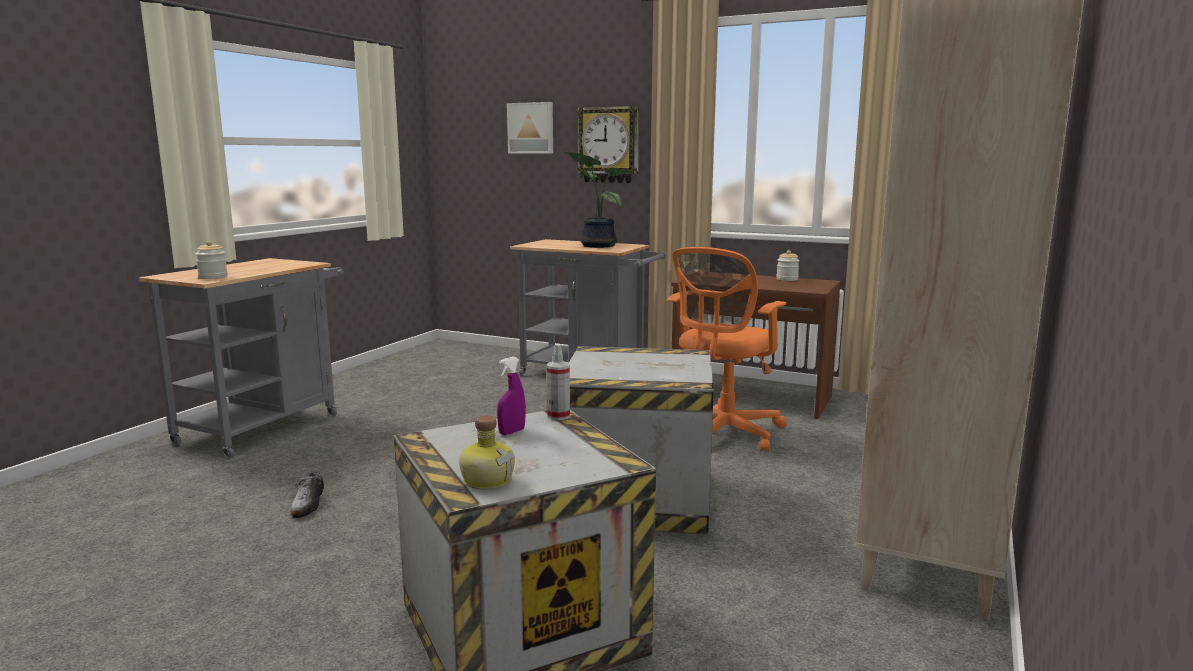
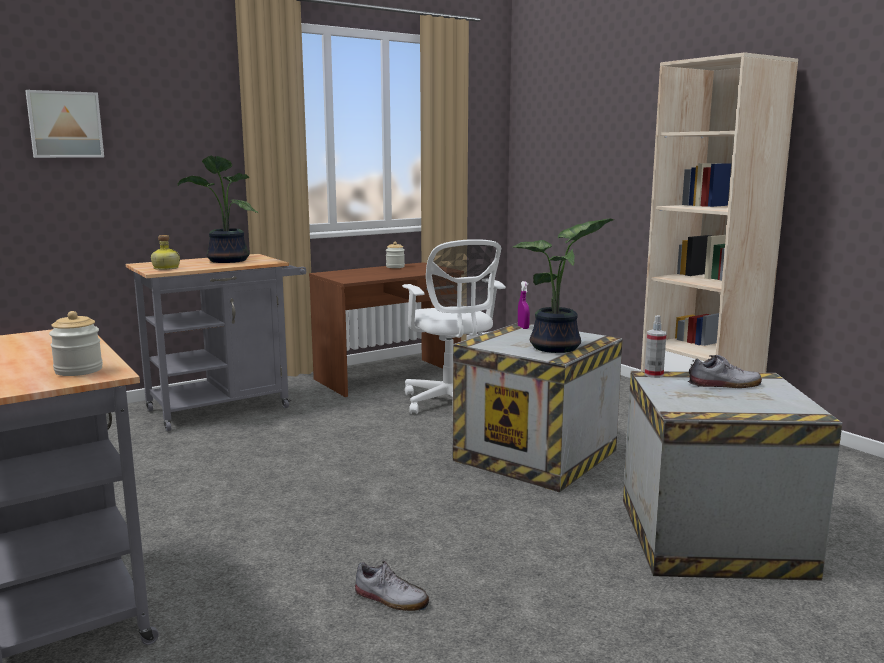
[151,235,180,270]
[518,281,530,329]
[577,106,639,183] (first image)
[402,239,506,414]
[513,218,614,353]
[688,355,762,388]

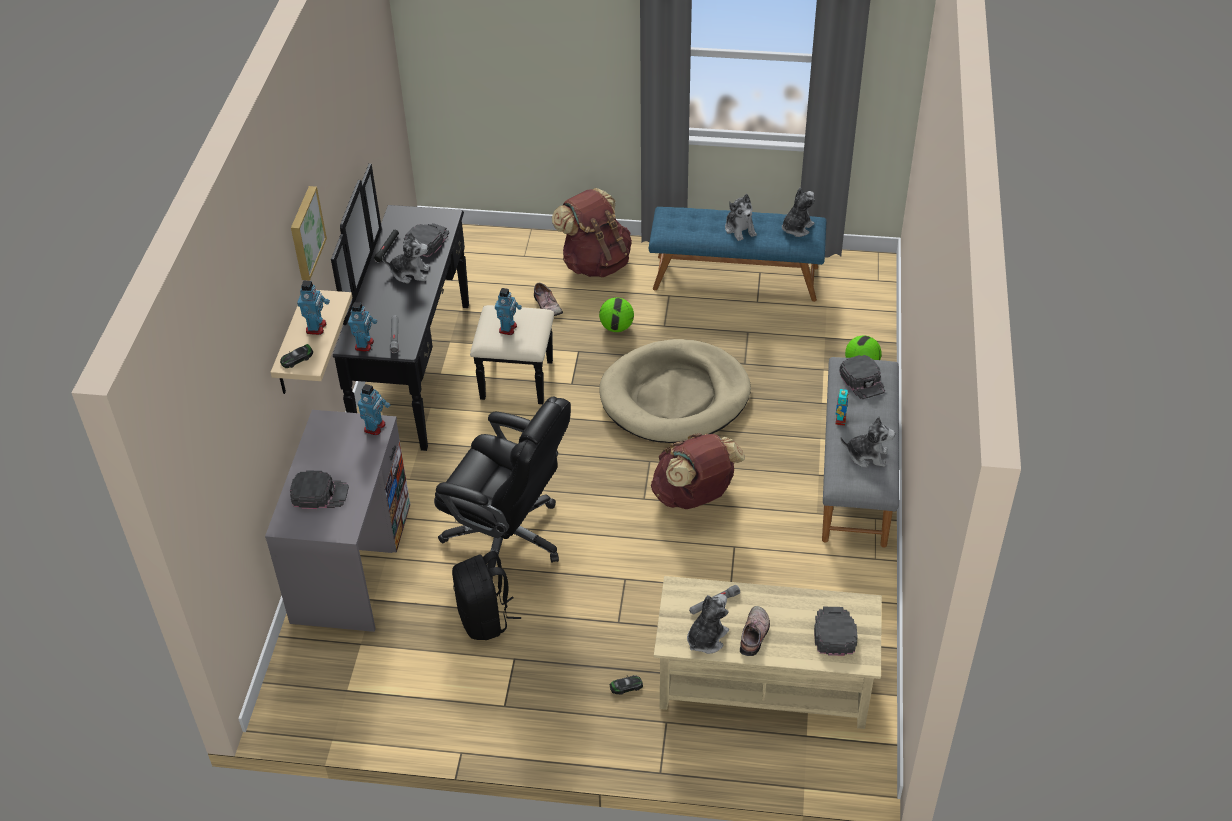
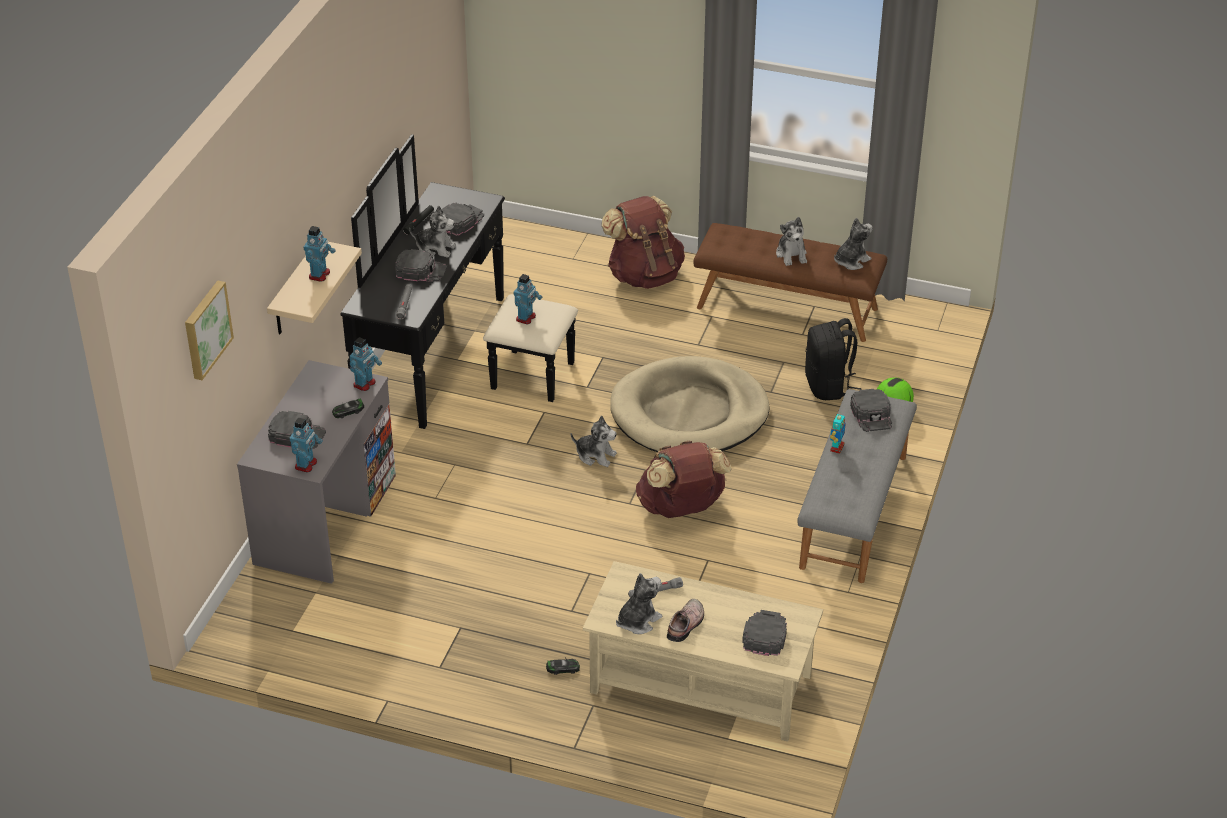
[332,399,364,418]
[185,281,234,380]
[290,418,323,472]
[434,397,571,579] (first image)
[805,318,861,400]
[534,283,563,316] (first image)
[599,297,634,332] (first image)
[693,223,887,342]
[571,415,617,467]
[395,249,447,282]

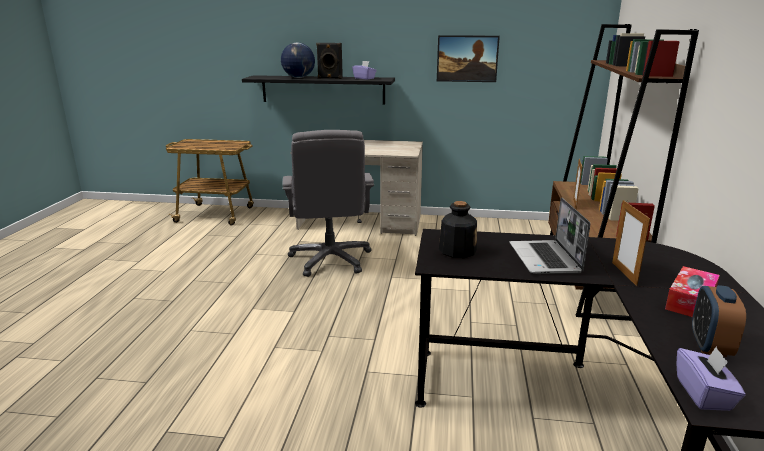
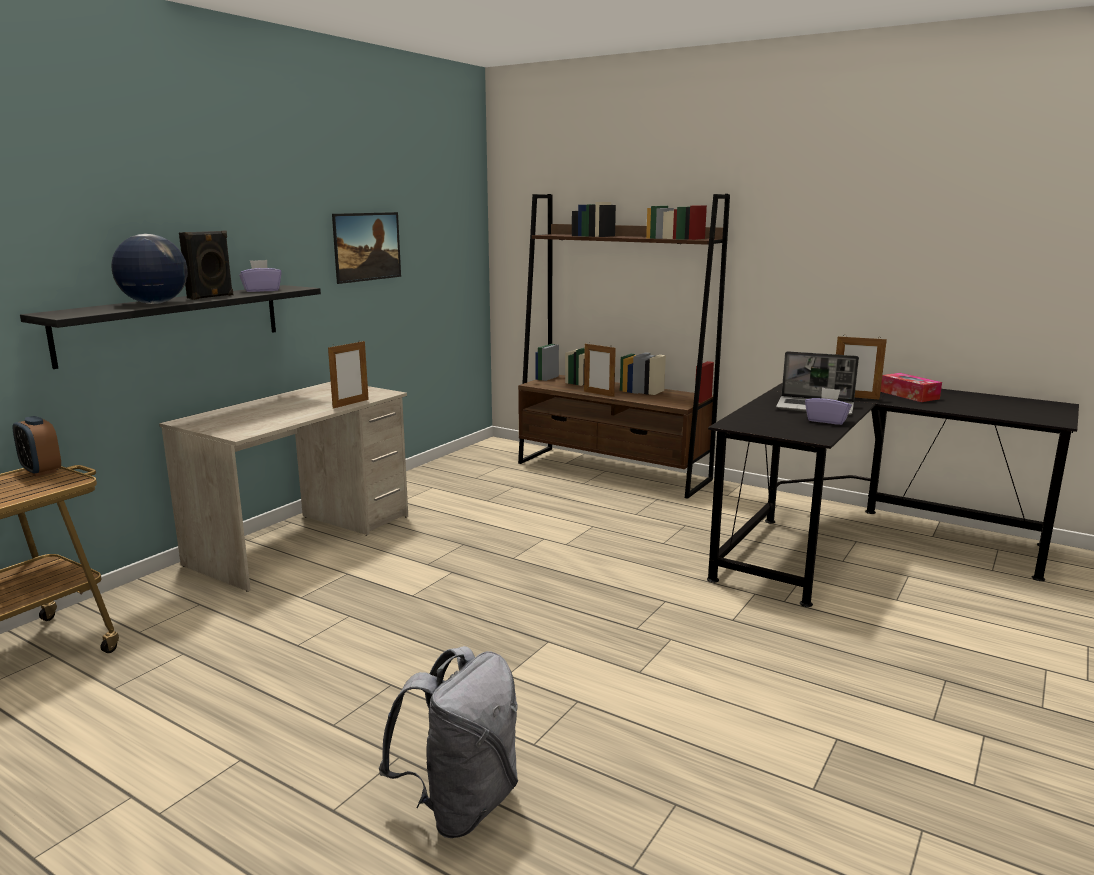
[282,130,374,277] (first image)
[439,201,477,258] (first image)
[805,388,852,425]
[12,416,61,476]
[328,341,369,409]
[379,646,518,838]

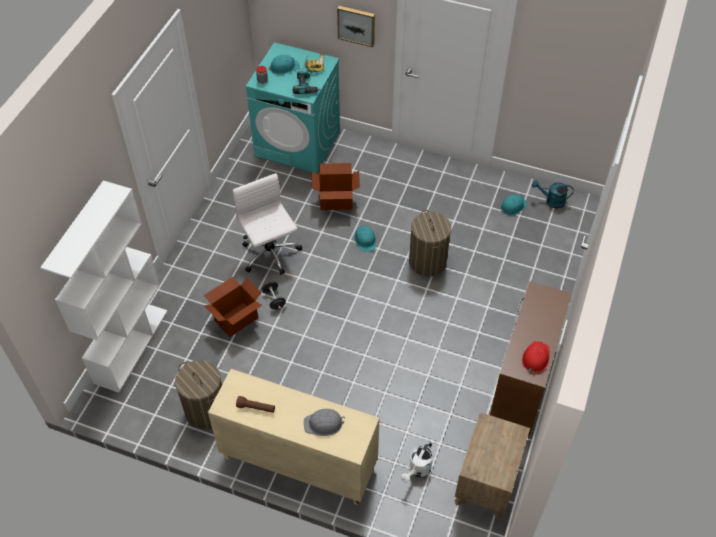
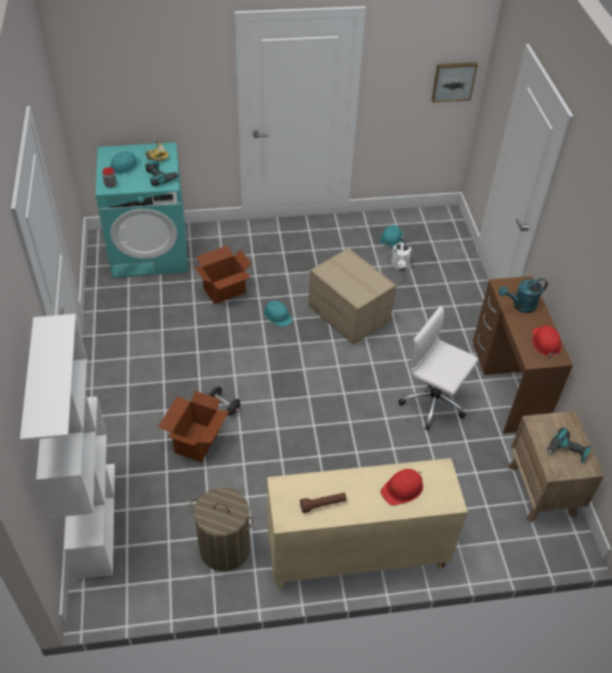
[399,306,478,430]
[380,469,423,505]
[432,62,478,102]
[391,237,411,271]
[308,248,396,345]
[499,278,548,313]
[547,427,591,463]

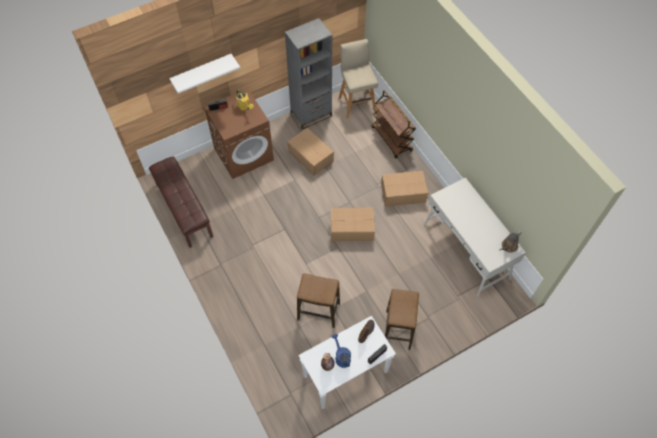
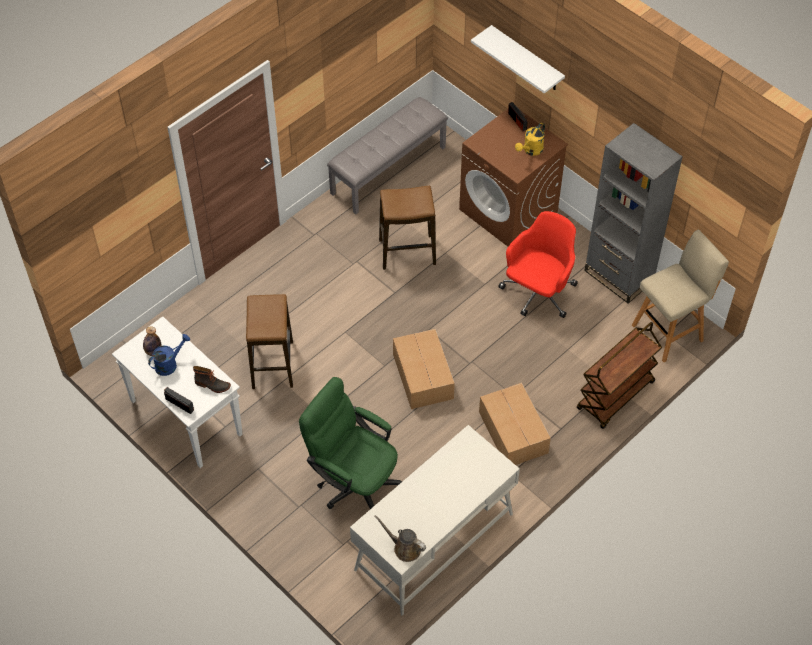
[327,97,448,214]
[498,211,578,318]
[379,186,436,270]
[299,377,403,509]

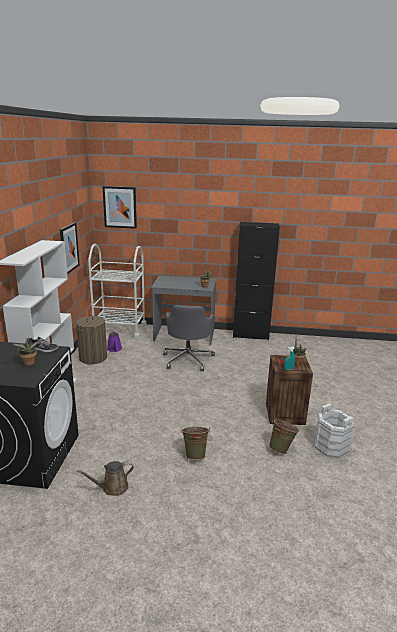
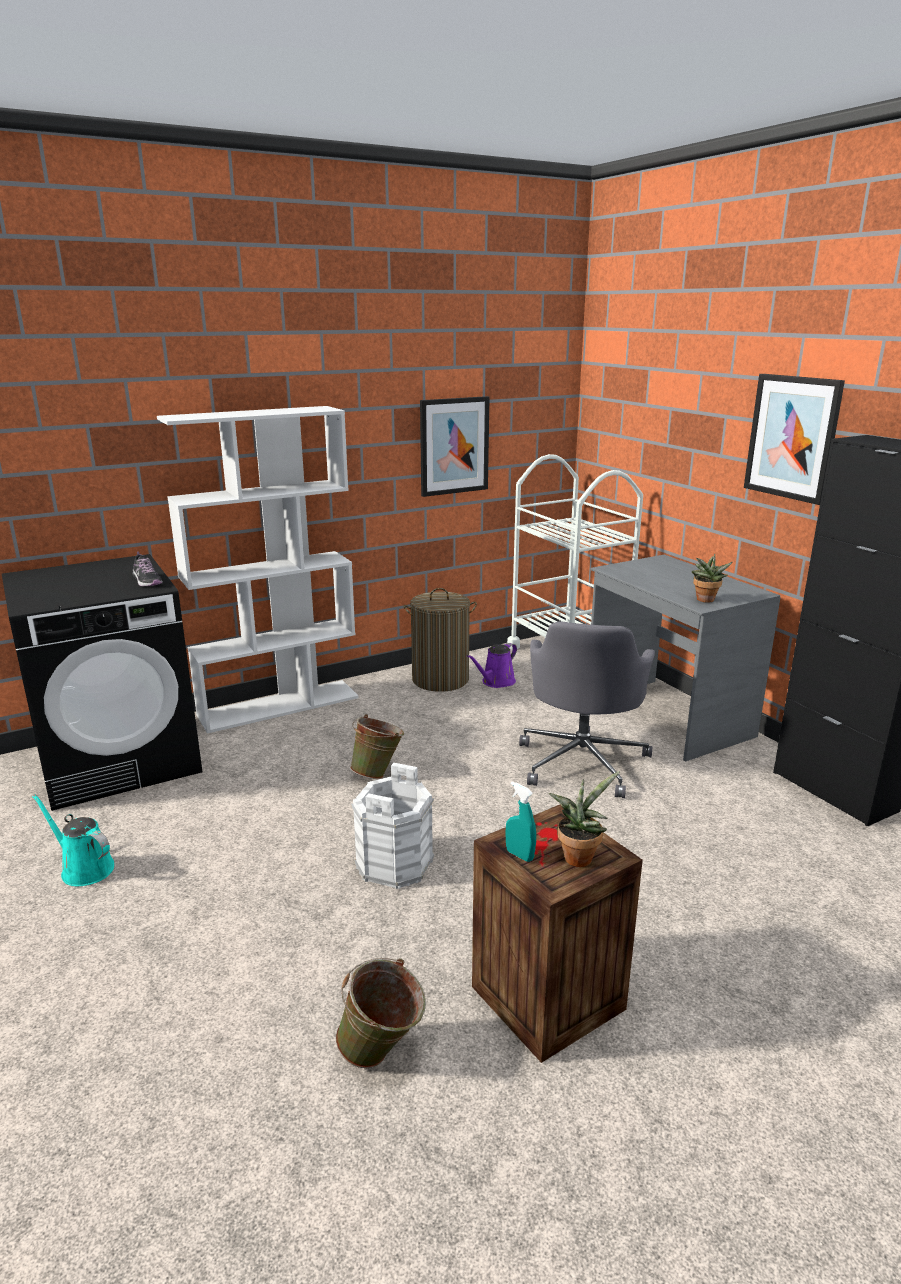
[12,338,40,366] (first image)
[32,794,114,886]
[744,374,845,505]
[519,621,655,798]
[350,714,404,779]
[351,763,434,889]

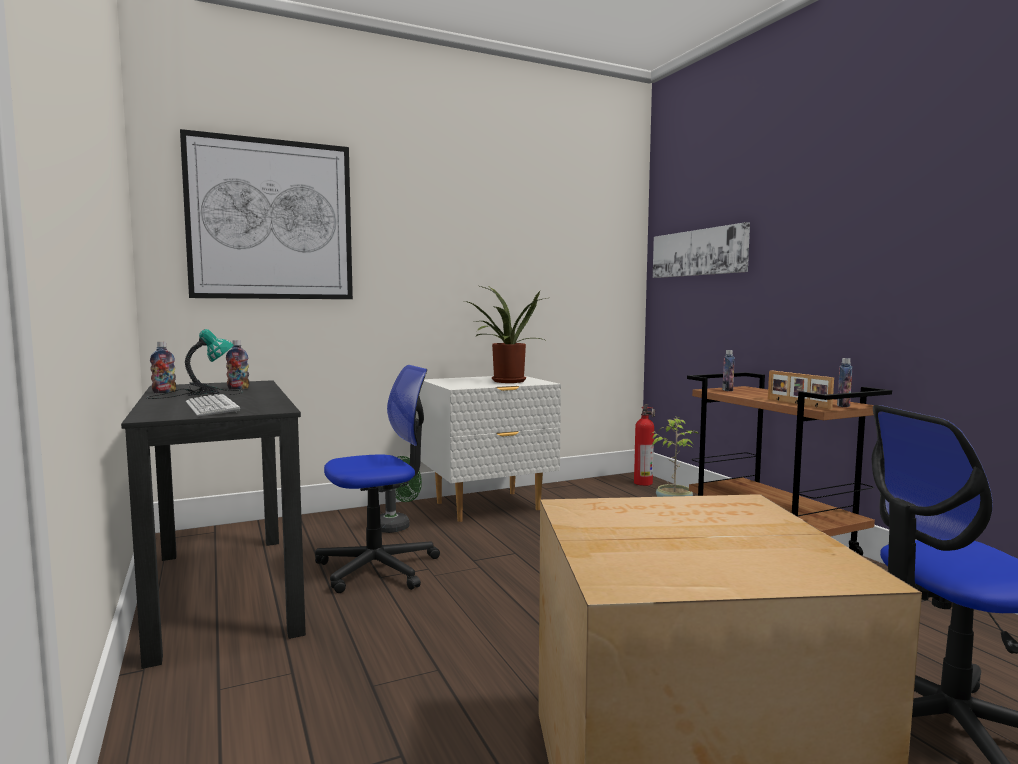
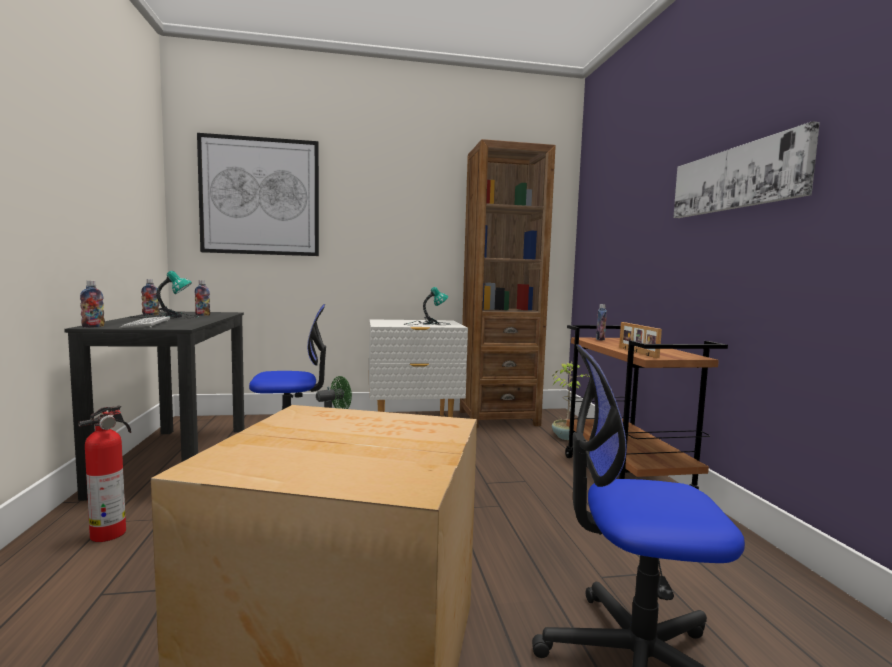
[404,287,450,325]
[78,405,131,542]
[673,121,820,218]
[80,281,105,328]
[460,139,556,428]

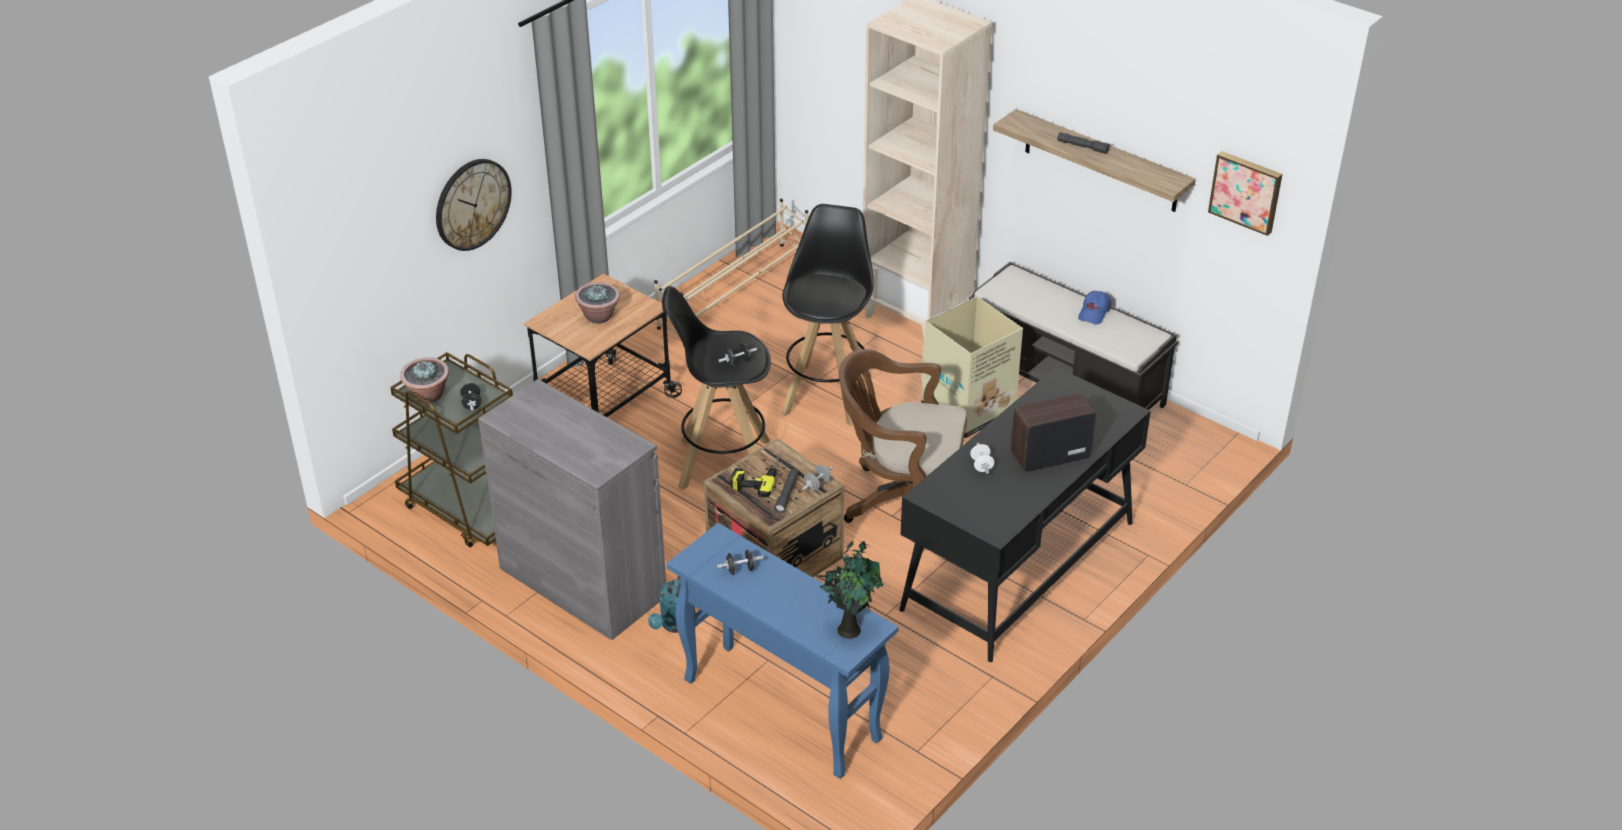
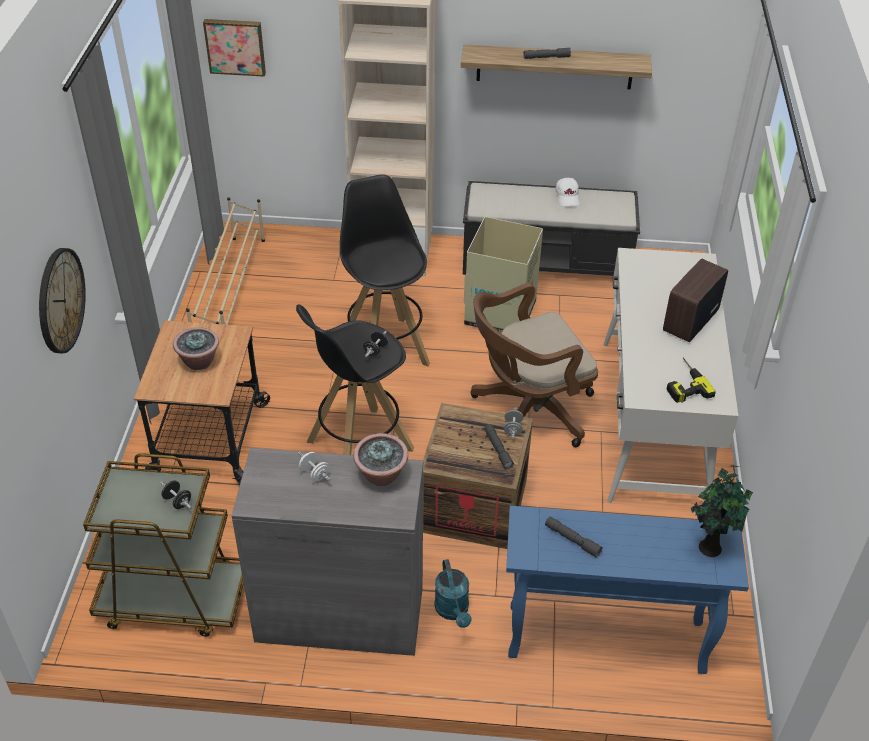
[354,433,408,486]
[545,516,603,558]
[666,357,716,403]
[603,248,738,503]
[298,452,331,482]
[555,177,580,206]
[203,19,266,77]

